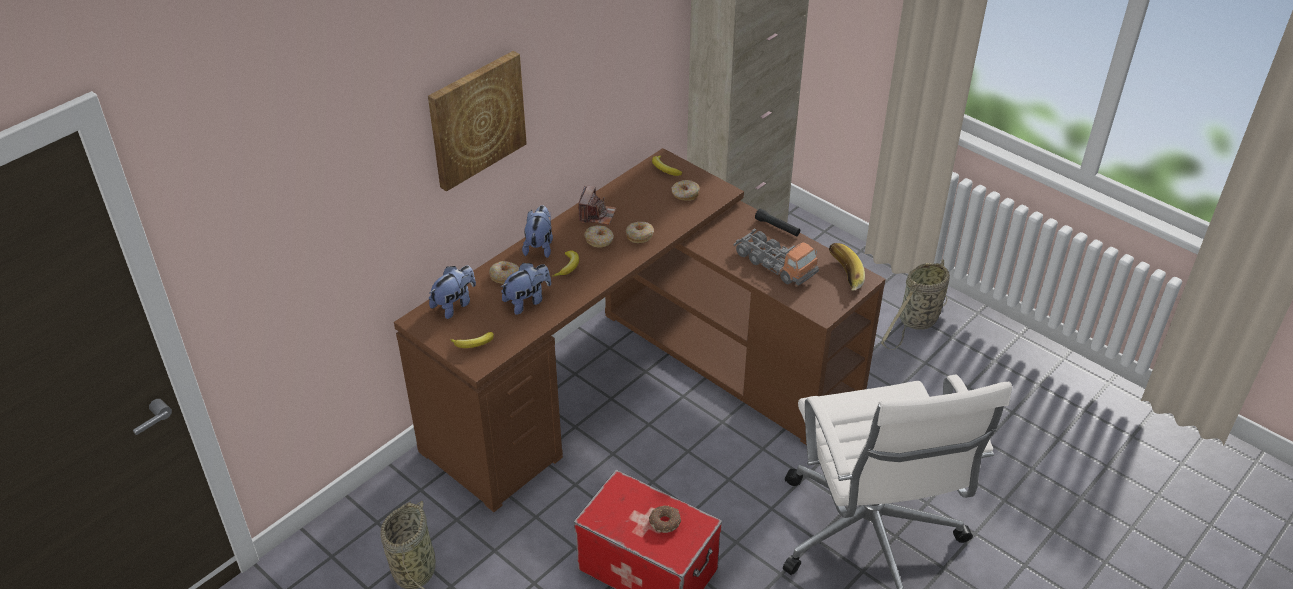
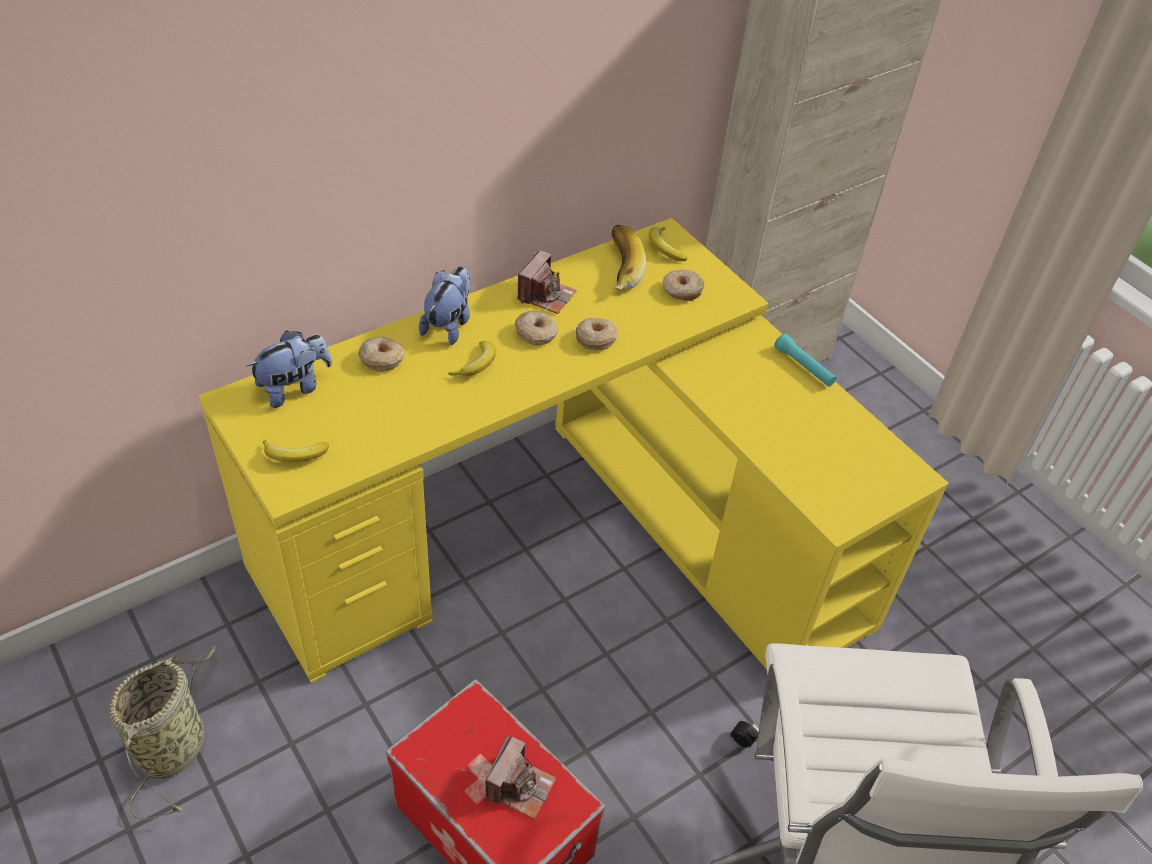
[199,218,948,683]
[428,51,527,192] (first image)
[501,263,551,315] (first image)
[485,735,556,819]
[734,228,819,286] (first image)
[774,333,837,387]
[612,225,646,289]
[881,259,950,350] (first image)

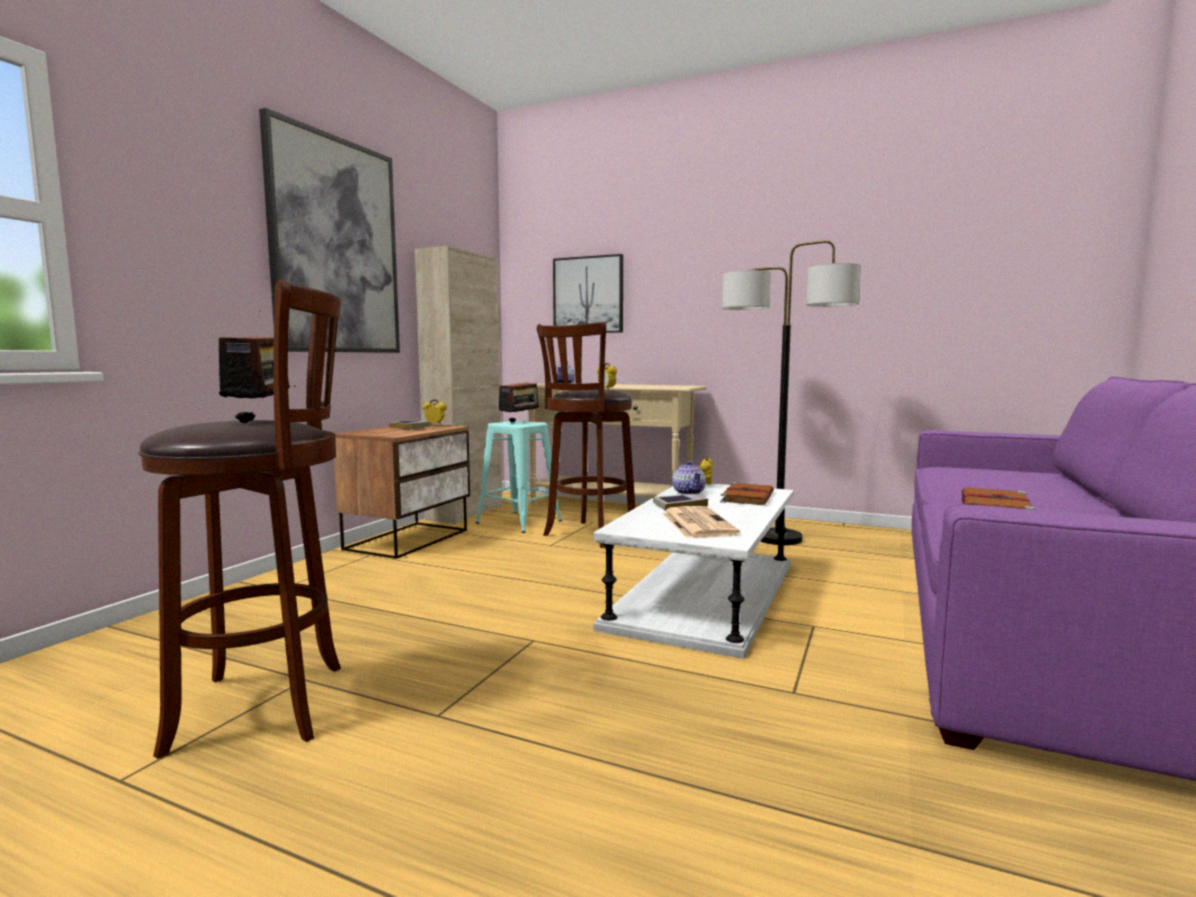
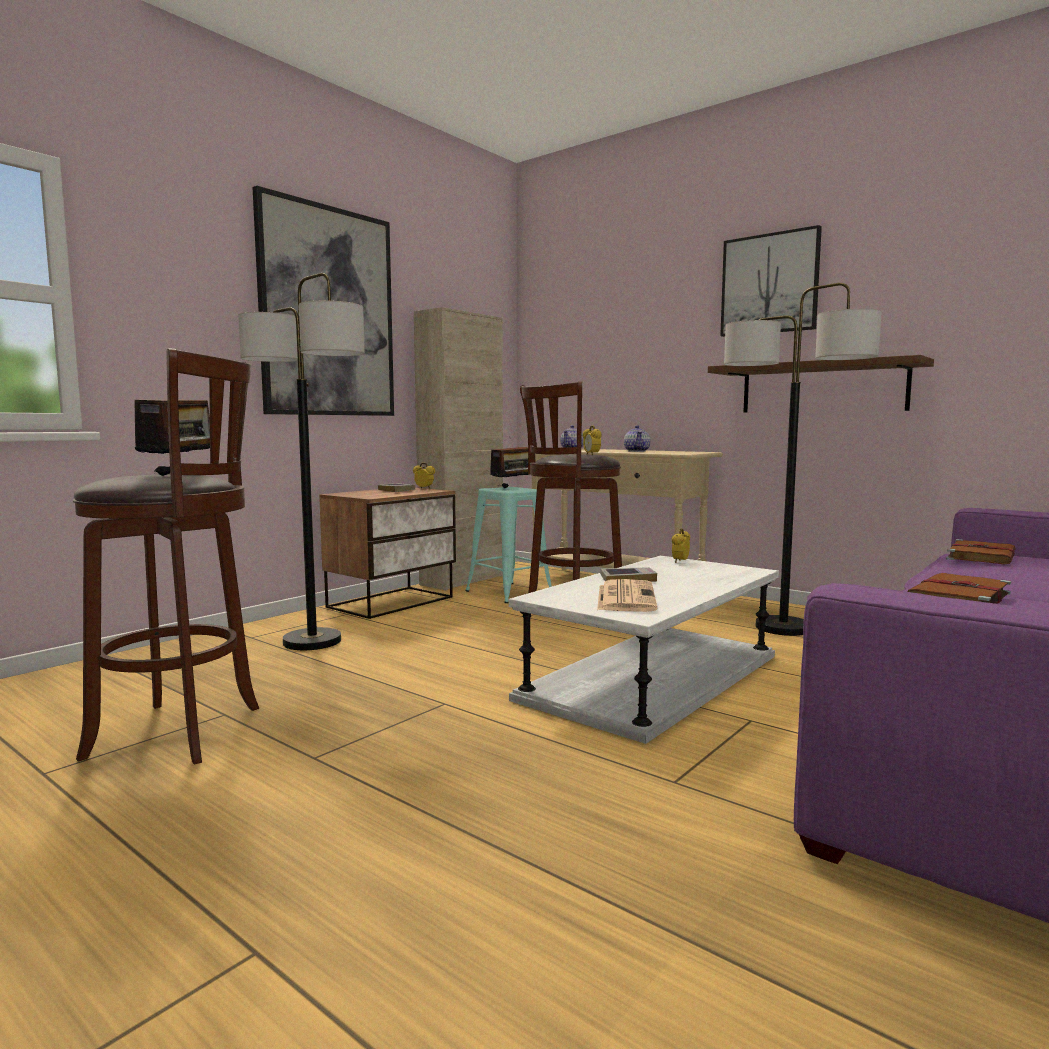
[720,225,822,337]
[624,425,650,452]
[946,539,1016,564]
[238,273,365,650]
[708,355,934,412]

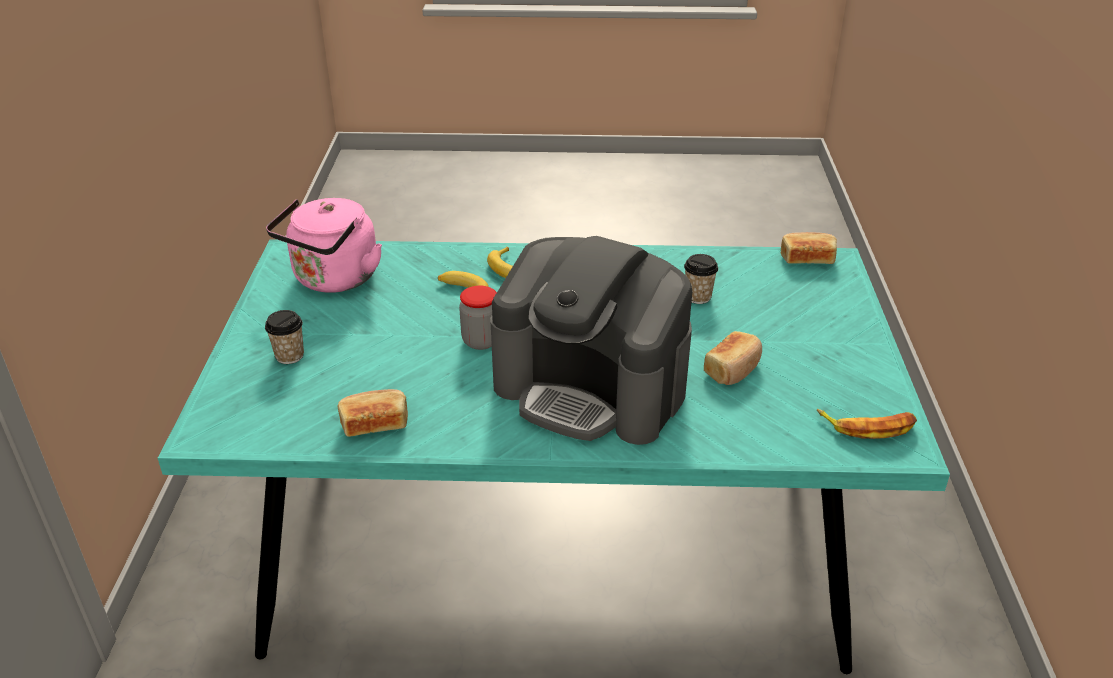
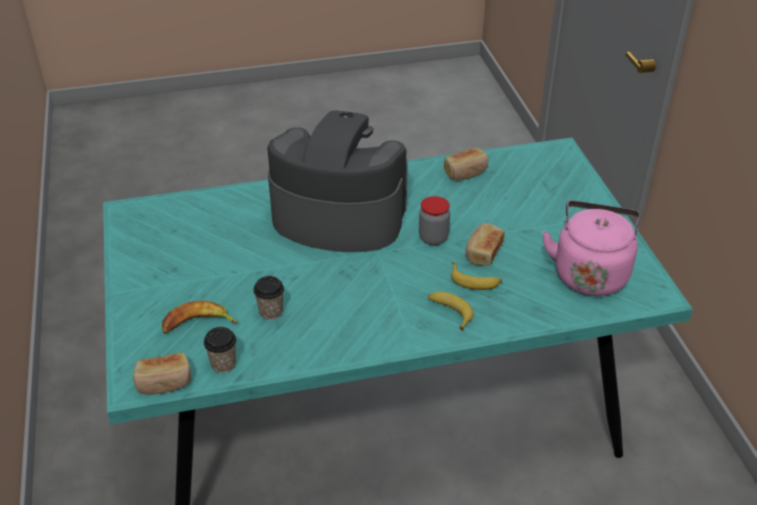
[204,327,236,373]
[465,223,505,266]
[162,301,238,334]

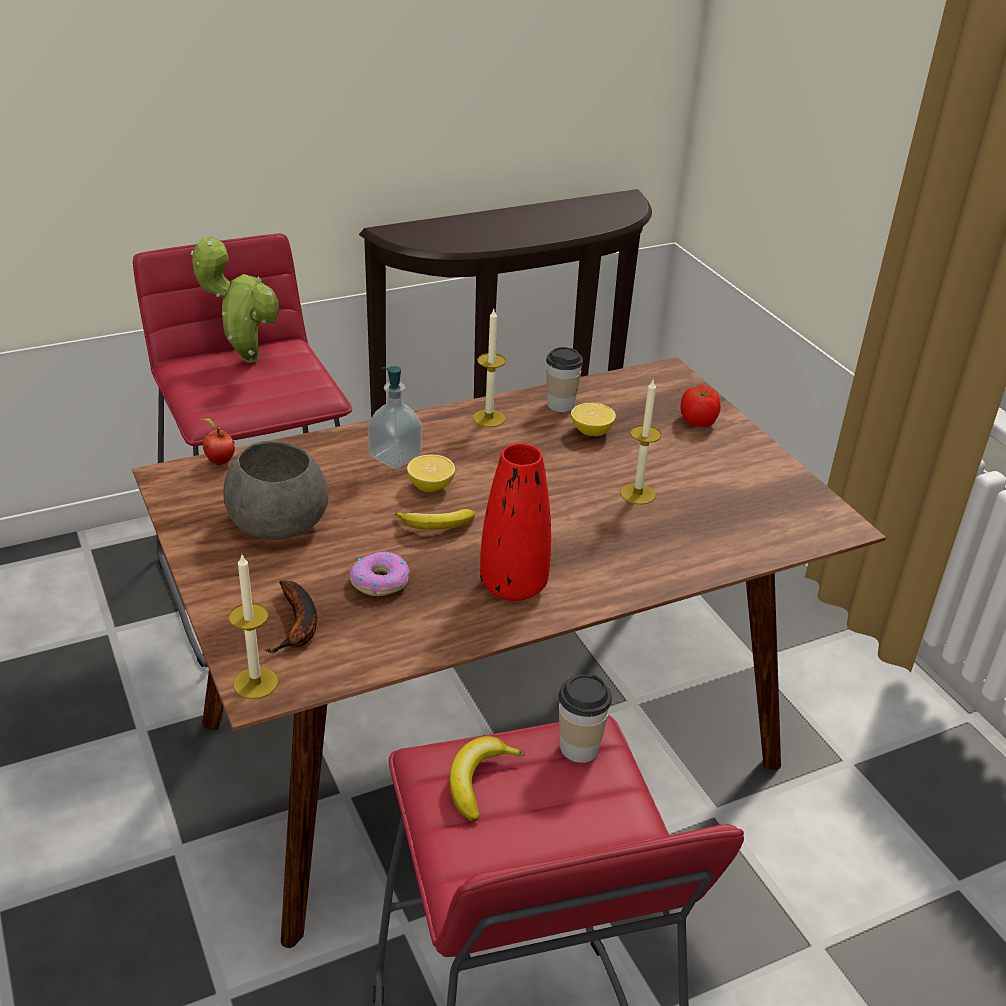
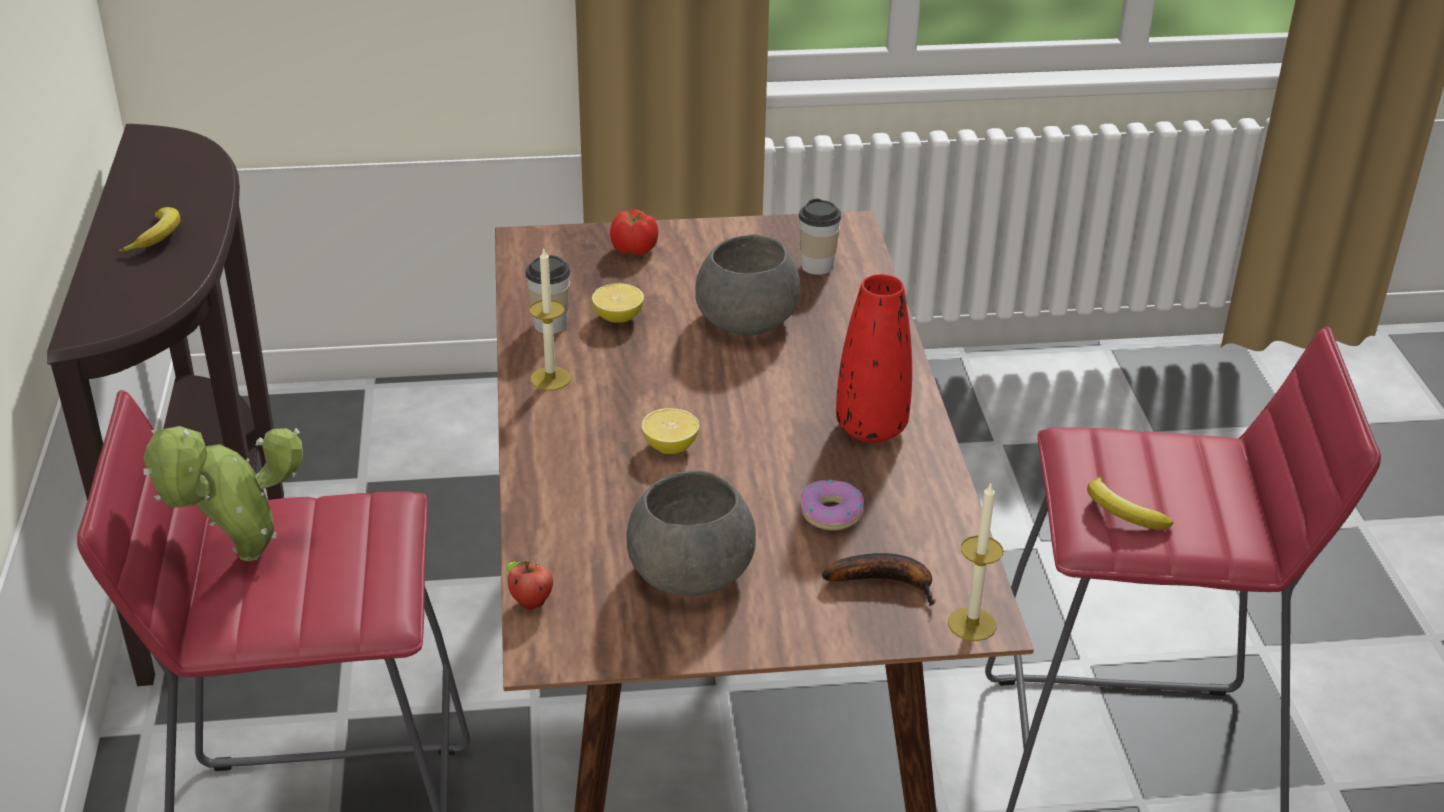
[368,366,422,469] (first image)
[119,207,181,252]
[799,199,841,275]
[695,234,800,335]

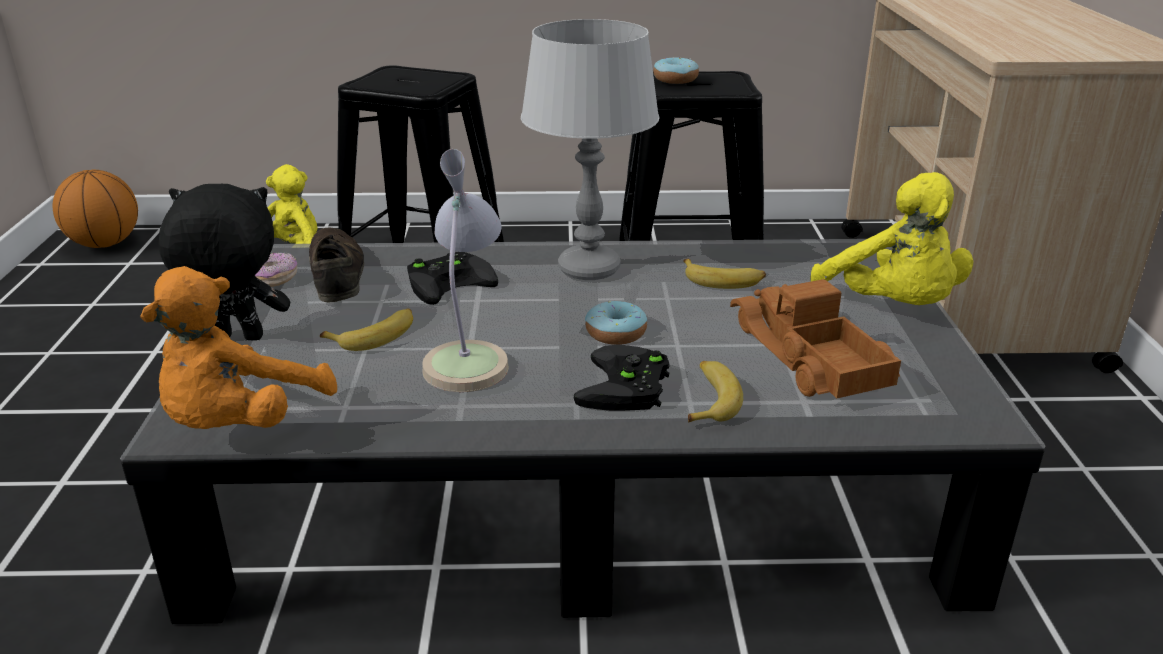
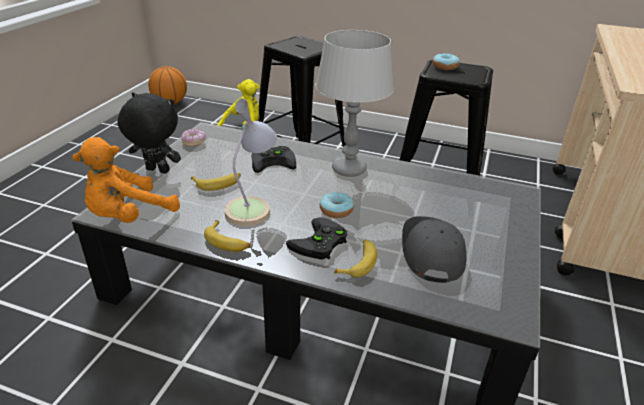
[309,228,364,303] (first image)
[204,220,250,252]
[402,216,466,283]
[810,172,974,305] (first image)

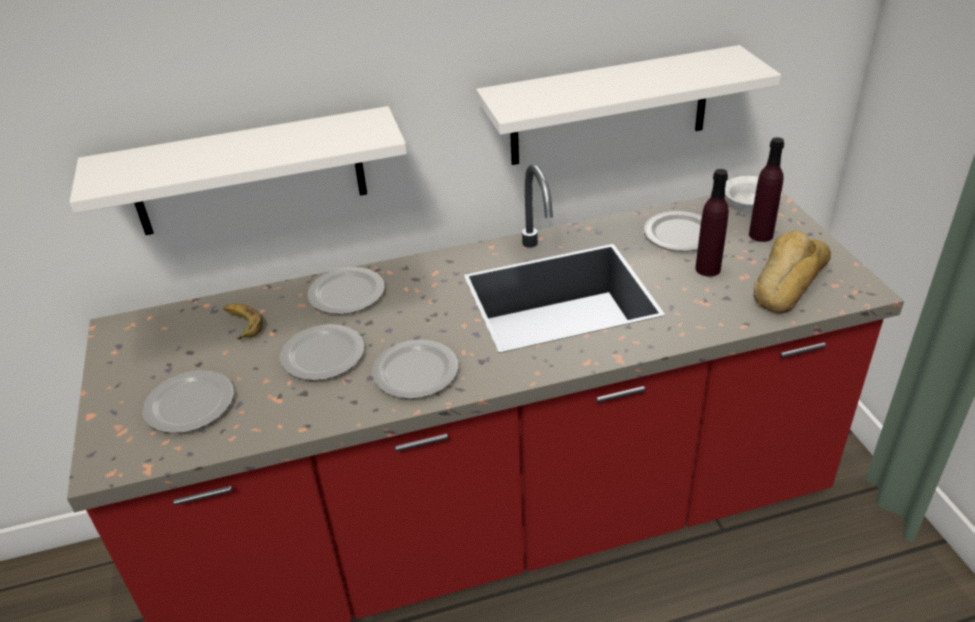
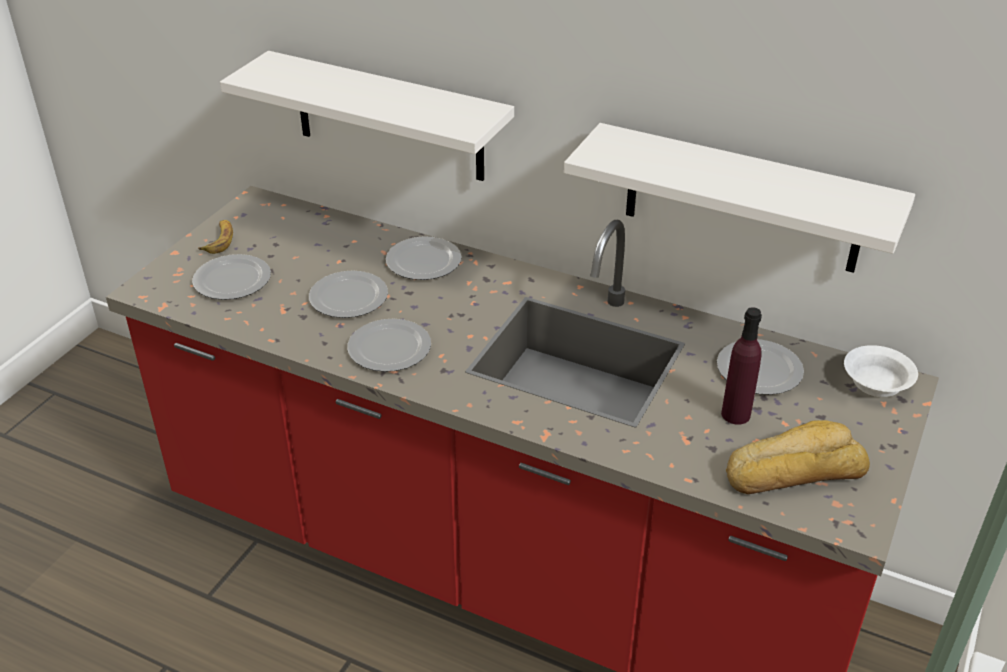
[198,220,233,254]
[749,137,784,242] (first image)

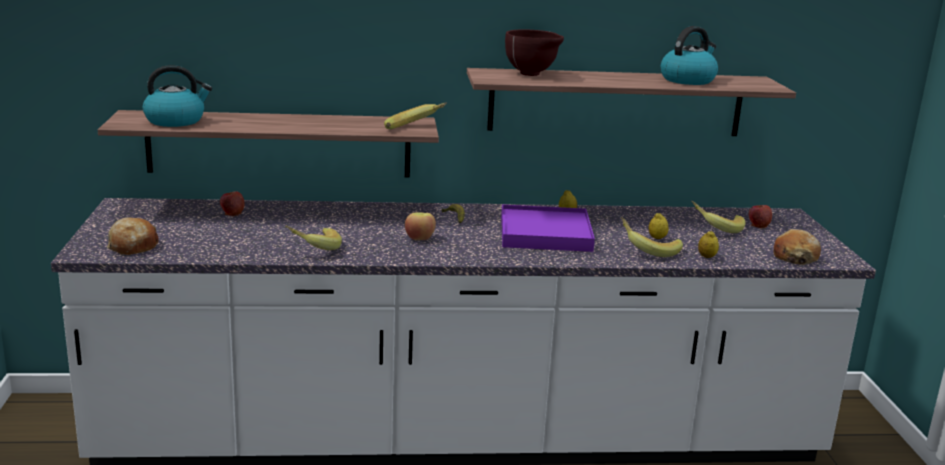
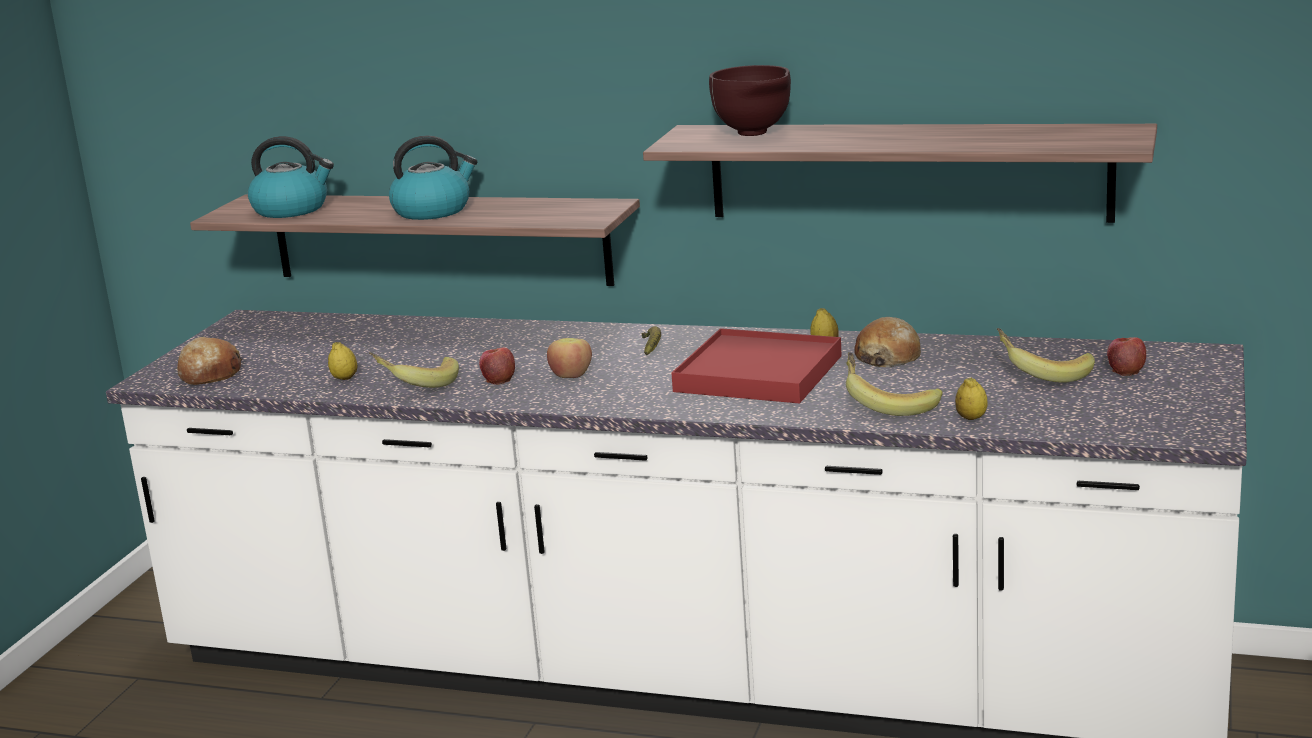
[479,347,515,385]
[384,103,447,129] (first image)
[671,328,842,403]
[328,342,358,380]
[389,135,478,220]
[854,317,921,367]

